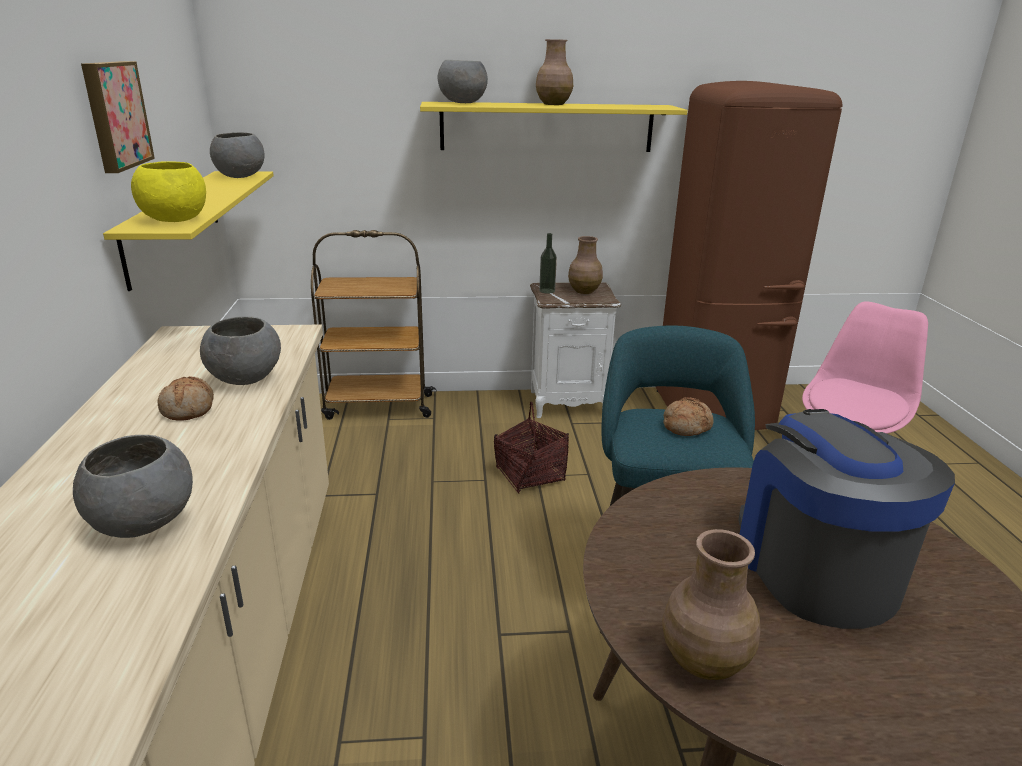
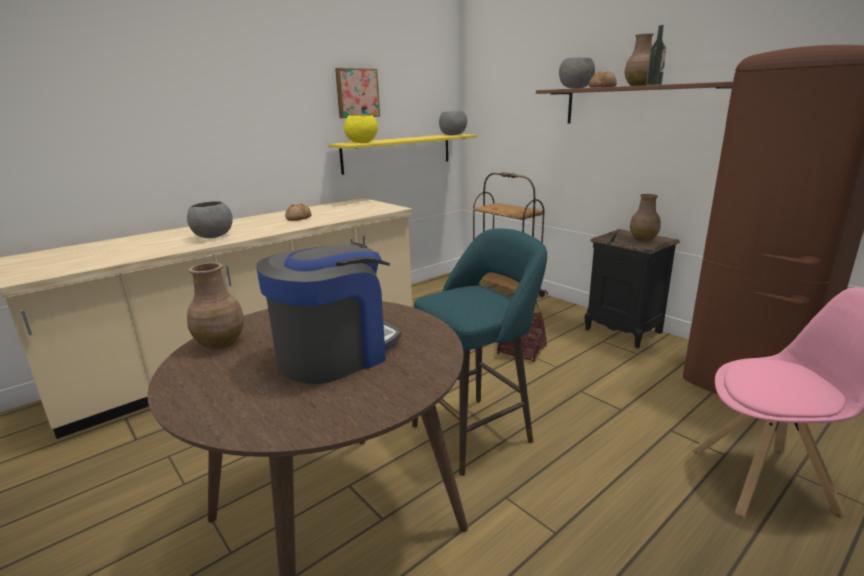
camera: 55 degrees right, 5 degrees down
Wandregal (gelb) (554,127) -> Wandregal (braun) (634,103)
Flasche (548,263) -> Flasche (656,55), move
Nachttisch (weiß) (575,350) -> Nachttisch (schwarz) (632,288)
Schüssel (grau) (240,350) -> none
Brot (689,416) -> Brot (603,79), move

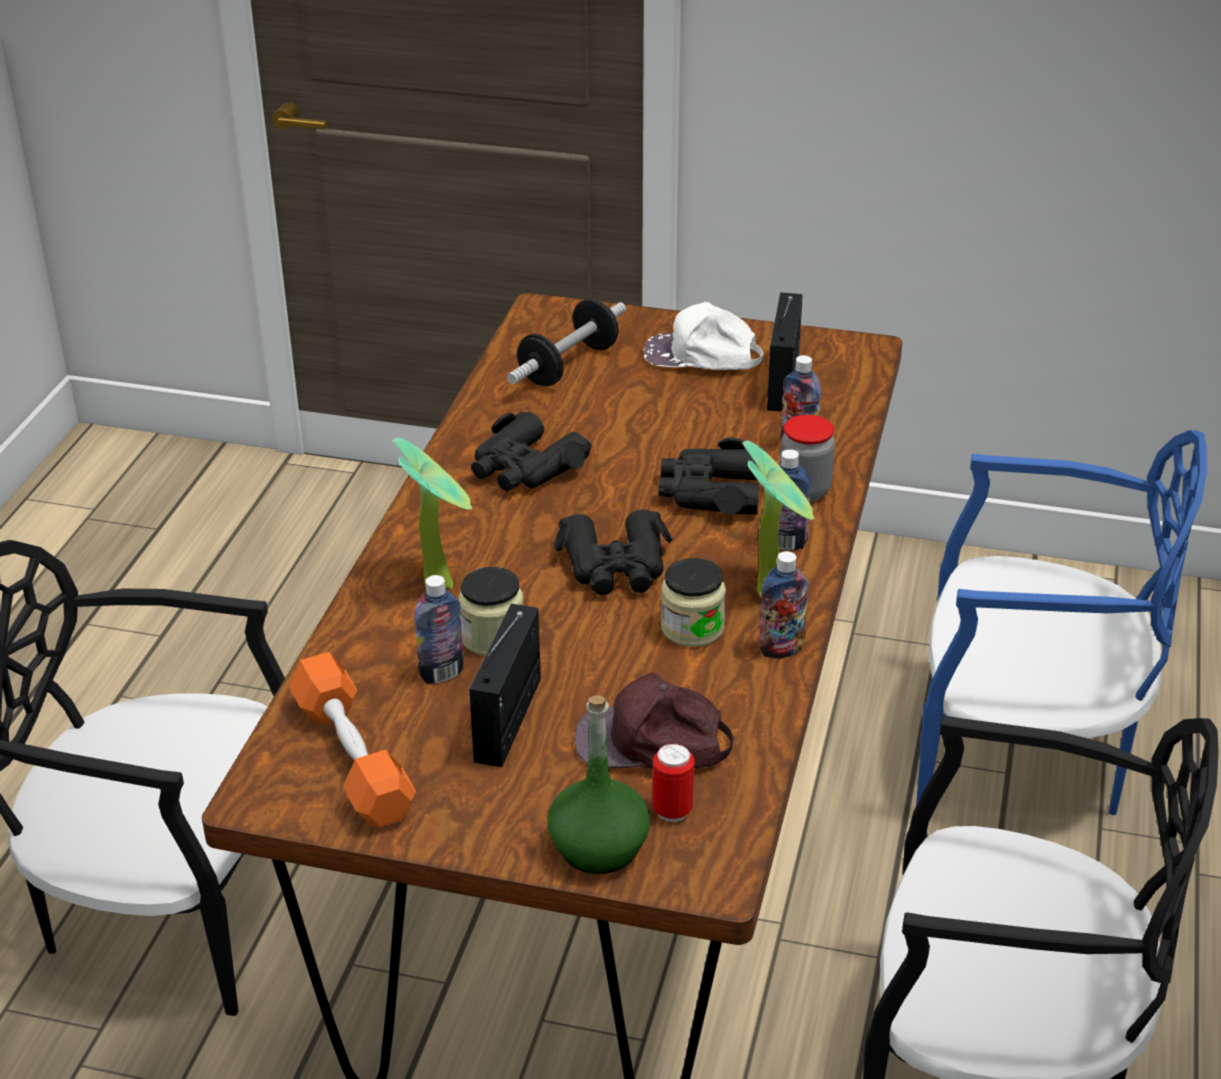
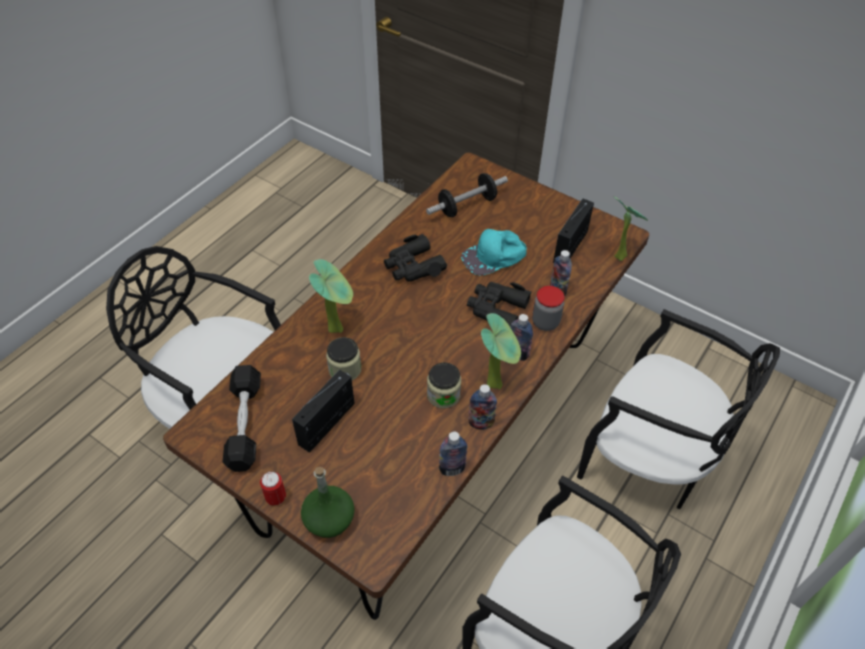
camera: 20 degrees right, 15 degrees up
Kappe (weiß) (704,336) -> none
Stuhl (blau) (1061,622) -> Stuhl (schwarz) (678,409)
Fernglas (schwarz) (613,552) -> none
Flasche (439,629) -> Flasche (453,453), move
Hantel (orange) (352,740) -> Hantel (schwarz) (242,418)
Kappe (braun) (654,721) -> none
Dose (673,782) -> Dose (273,488), move
none -> Topfpflanze (631,228)
none -> Kappe (türkis) (494,252)

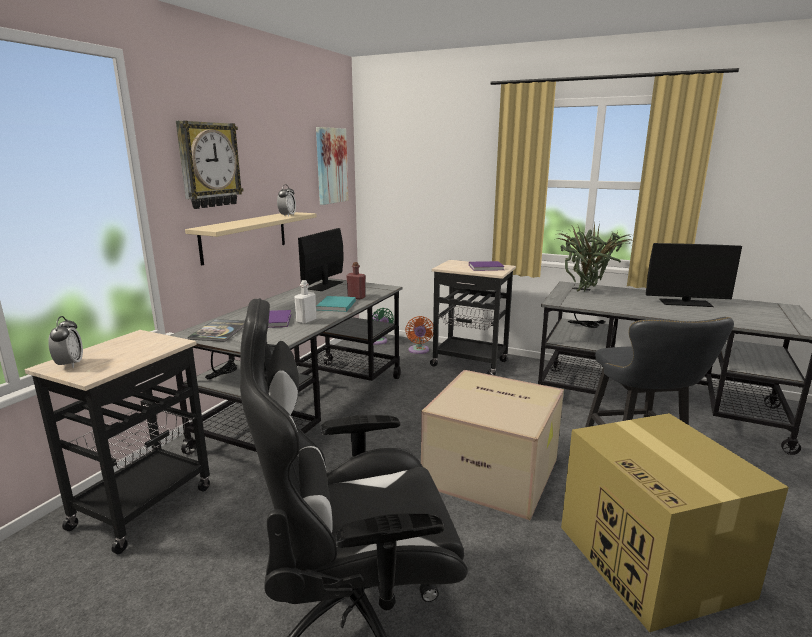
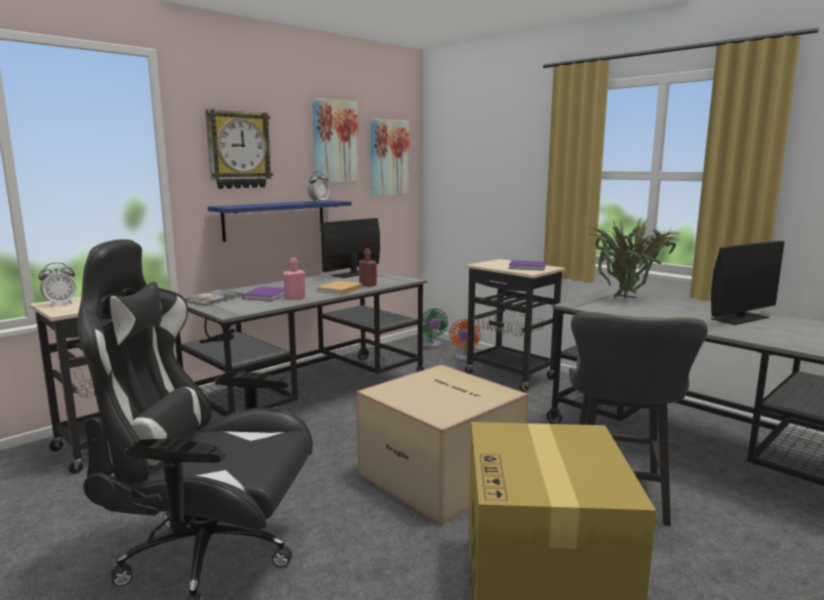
camera: 20 degrees right, 5 degrees down
Wandregal (beige) (251,239) -> Wandregal (blau) (280,221)
Monitor (694,275) -> Monitor (748,283), 60 degrees counterclockwise
Flasche (weiß) (305,302) -> Flasche (rosa) (294,279)
Buch (türkis) (336,304) -> Buch (beige) (339,288)
Wecker (65,342) -> Wecker (58,284), 45 degrees clockwise
none -> Bild (335,140)

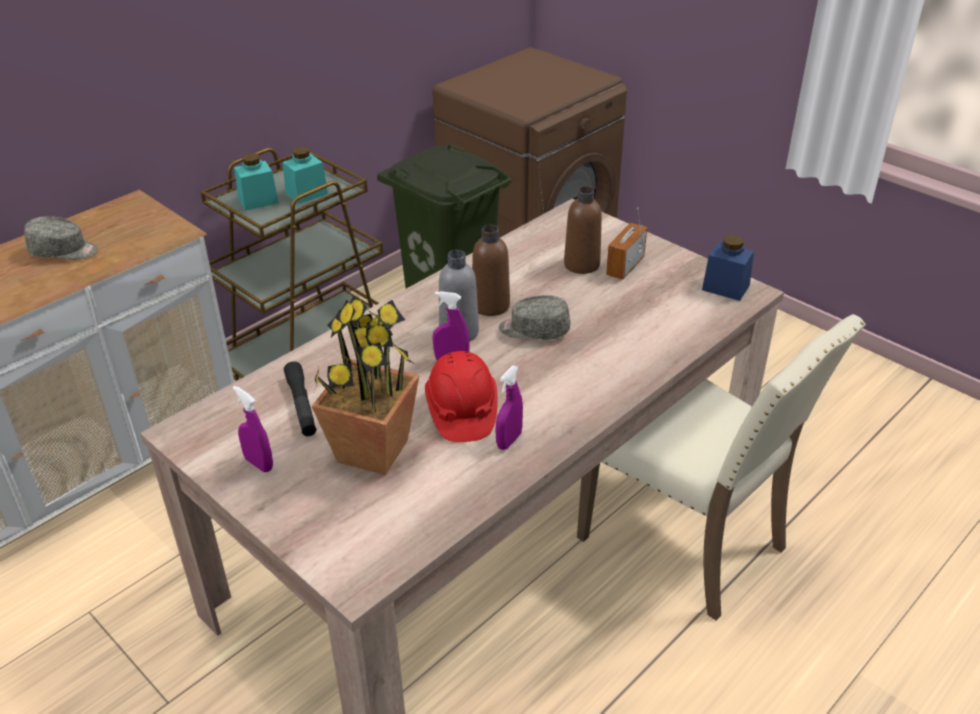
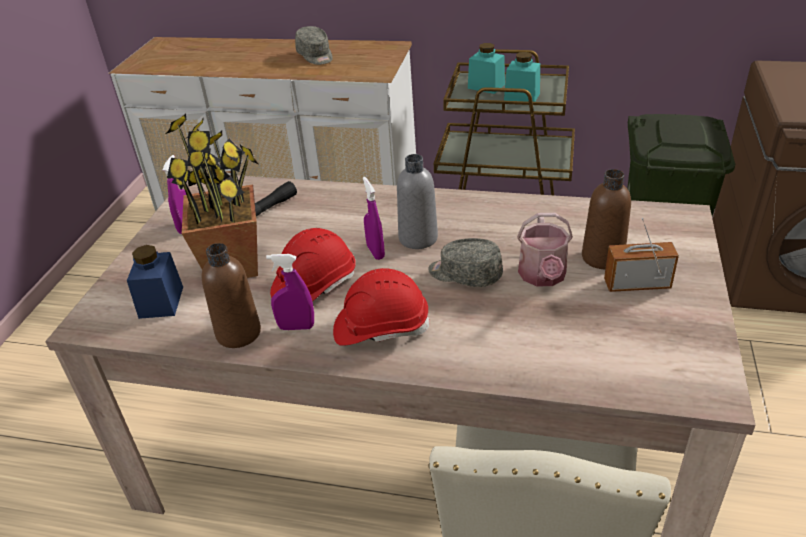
camera: 60 degrees right, 0 degrees up
Flasche (braun) (491,270) -> Flasche (braun) (231,295), move
Vorratsglas (blau) (728,268) -> Vorratsglas (blau) (155,282), move
Kappe (grau) (534,317) -> Kappe (grau) (465,262), 45 degrees counterclockwise
none -> Gießkanne (545,249)
none -> Schutzhelm (rot) (381,307)

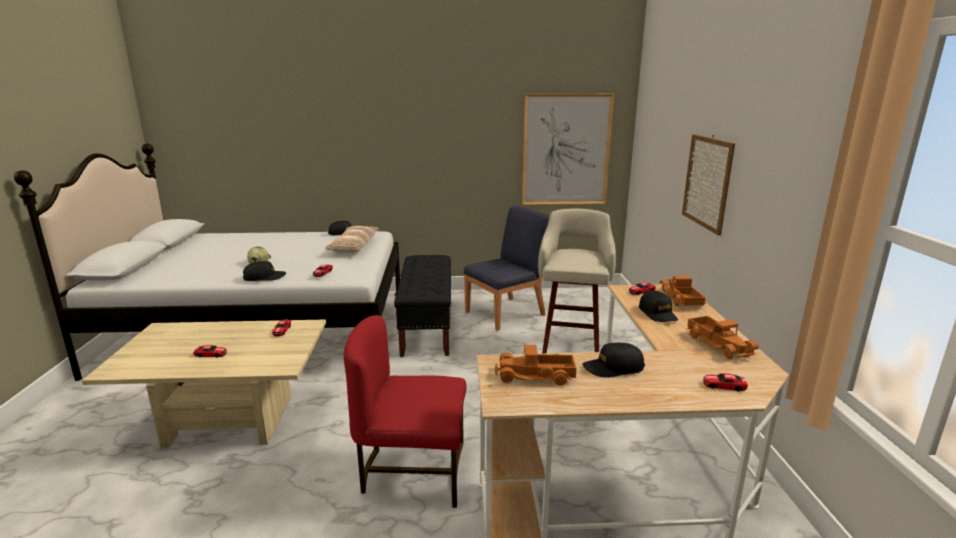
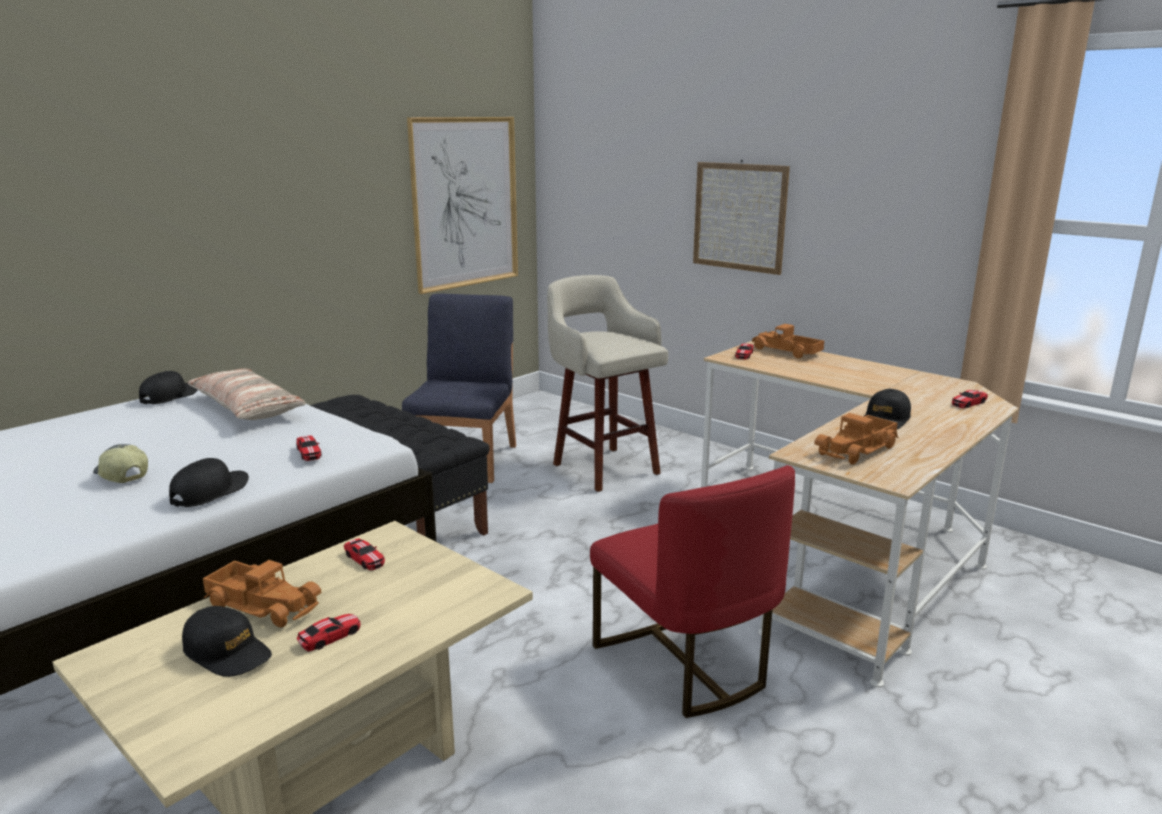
camera: 45 degrees left, 0 degrees up
Kappe (schwarz) (658,306) -> Kappe (schwarz) (227,641), move
Stuhl (rot) (405,411) -> Stuhl (rot) (692,591), 75 degrees counterclockwise
Spielzeuglaster (722,337) -> Spielzeuglaster (262,594), move

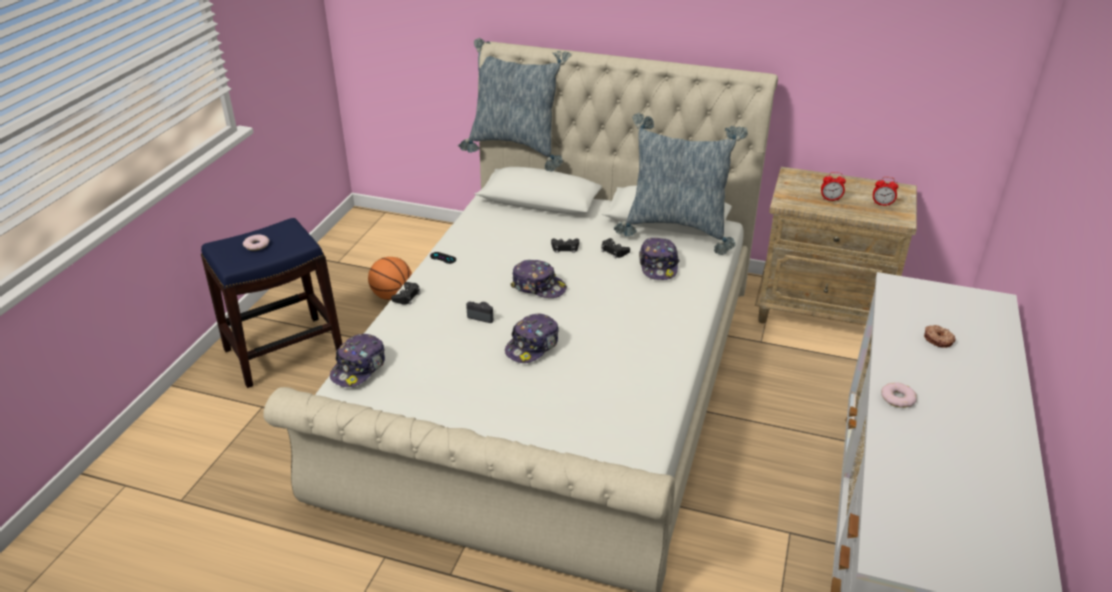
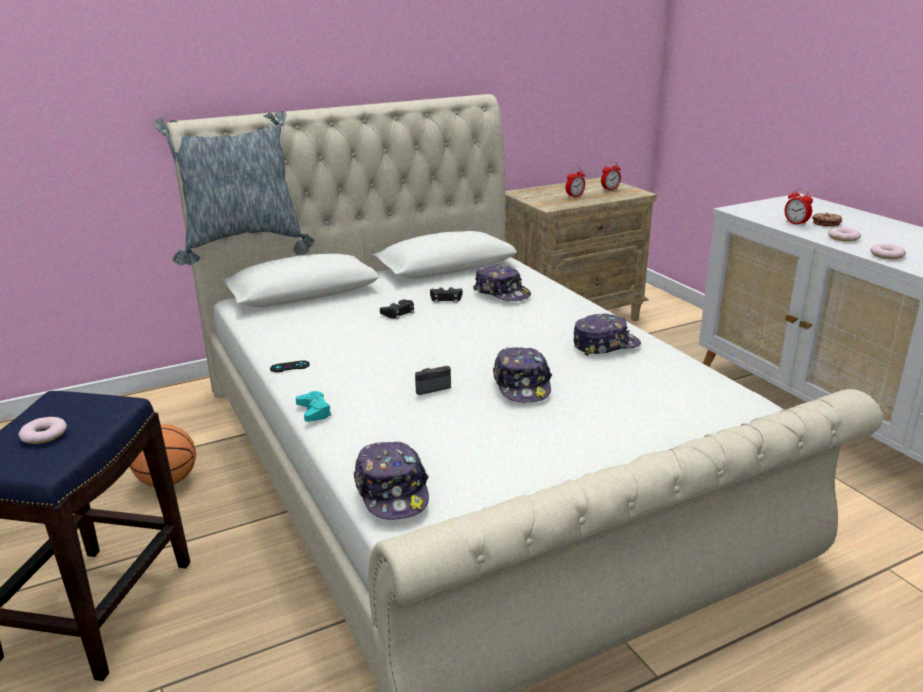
camera: 45 degrees left, 10 degrees down
Kissen (680,184) -> none
Kappe (539,279) -> Kappe (607,335), move
Gamepad (schwarz) (405,293) -> Gamepad (türkis) (314,406)
none -> Wecker (799,207)
none -> Donut (844,234)

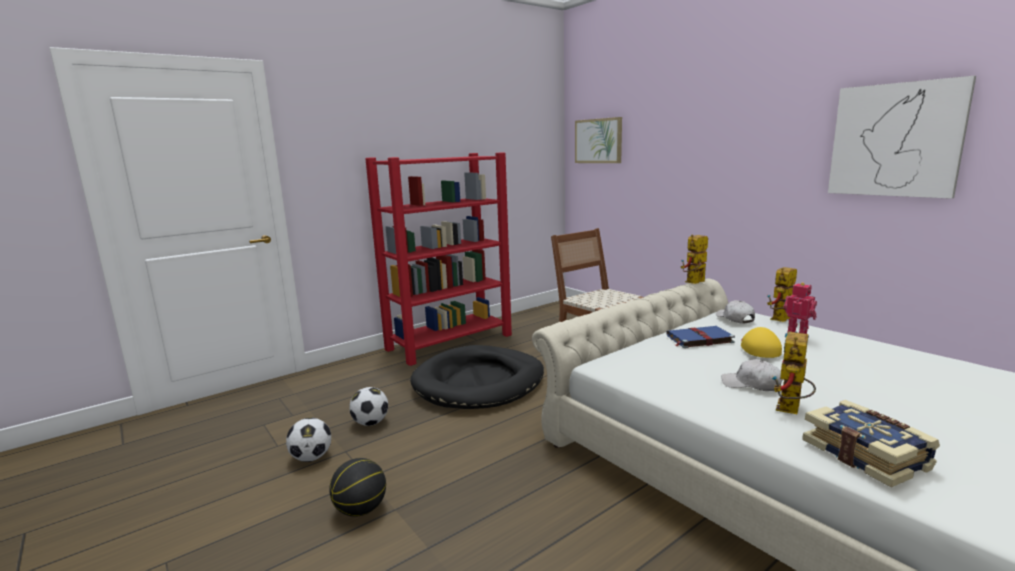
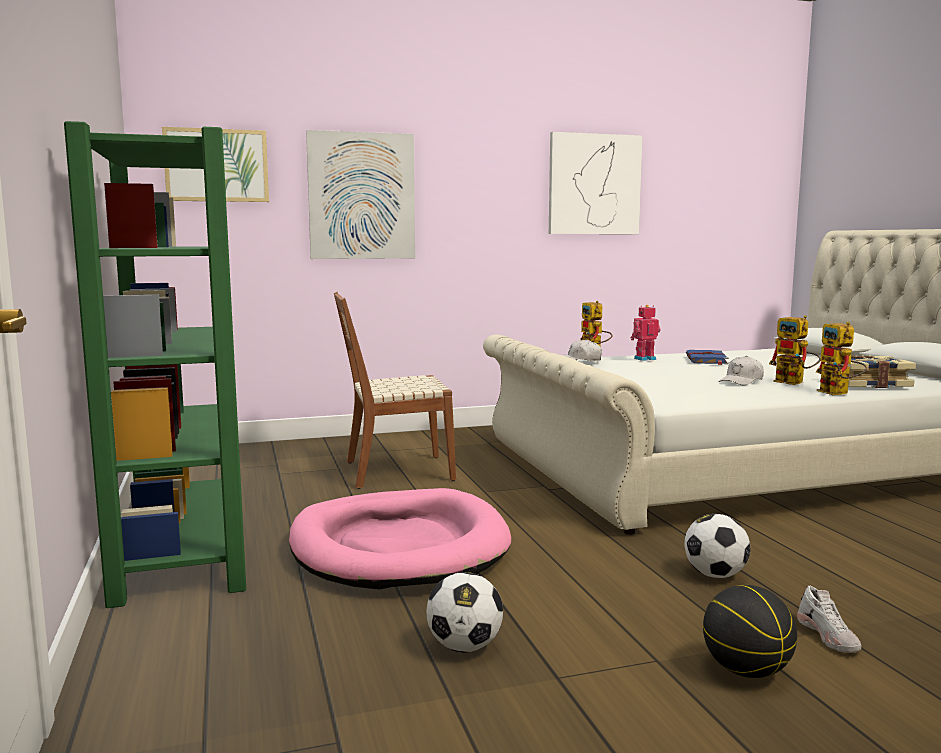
camera: 70 degrees left, 5 degrees down
Bücherregal (rot) (438,259) -> Bücherregal (grün) (155,364)
Spielzeugroboter (694,259) -> Spielzeugroboter (841,358), move
Buch (blau) (700,337) -> Buch (blau) (707,357), move
Kappe (gelb) (761,342) -> none
Hundebett (schwarz) (477,377) -> Hundebett (rosa) (400,539)
Fußball (308,440) -> Fußball (717,546), move
none -> Bild (360,194)
none -> Schuh (weiß) (829,619)

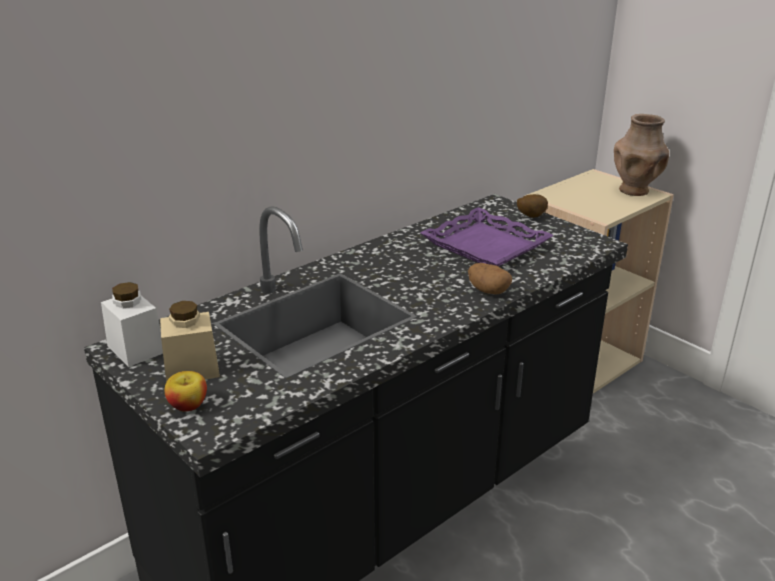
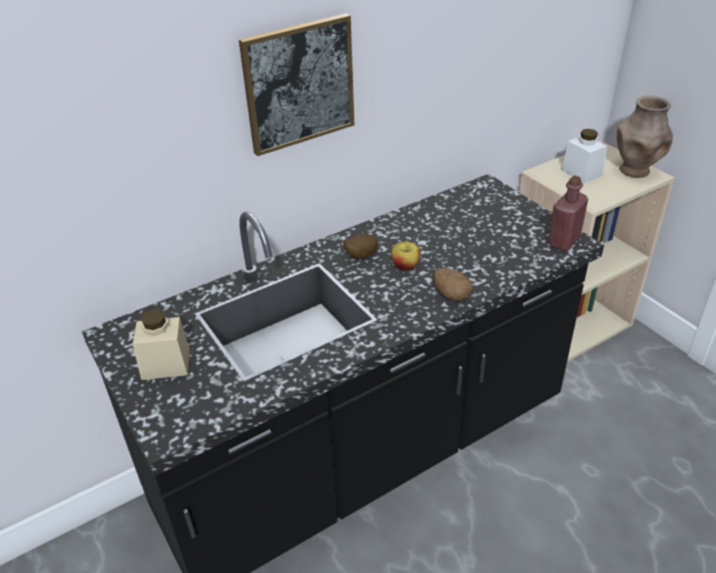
camera: 10 degrees right, 10 degrees up
Kartoffel (532,206) -> Kartoffel (360,246), move
Tablett (lila) (487,237) -> none
Vorratsglas (weiß) (132,324) -> Vorratsglas (weiß) (584,156), move
Apfel (185,391) -> Apfel (406,256), move
none -> Bild (296,84)
none -> Flasche (rot) (568,213)

